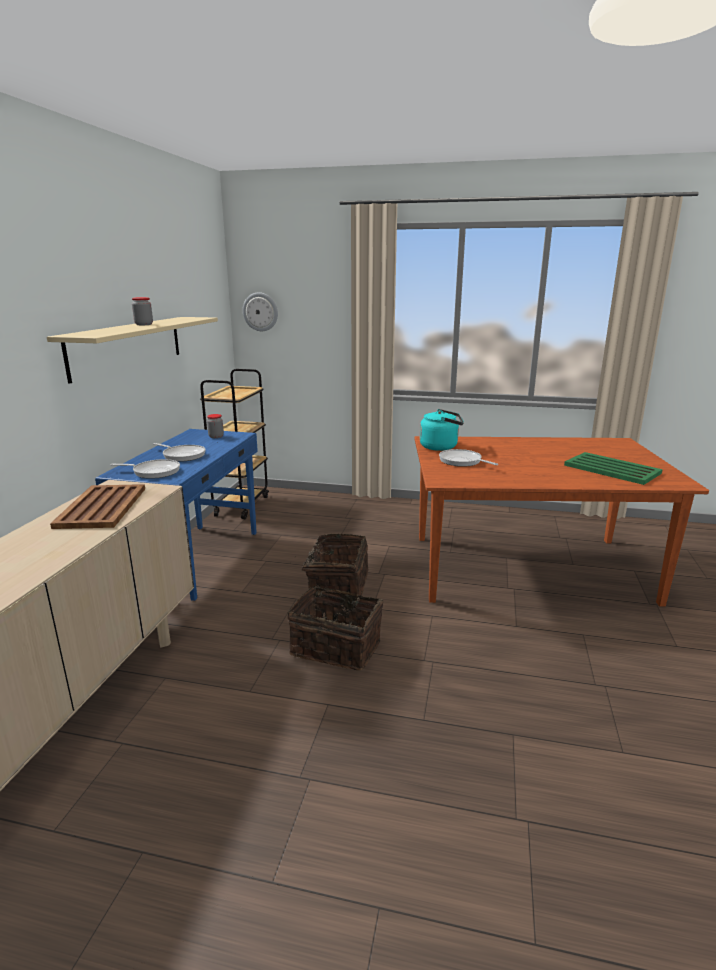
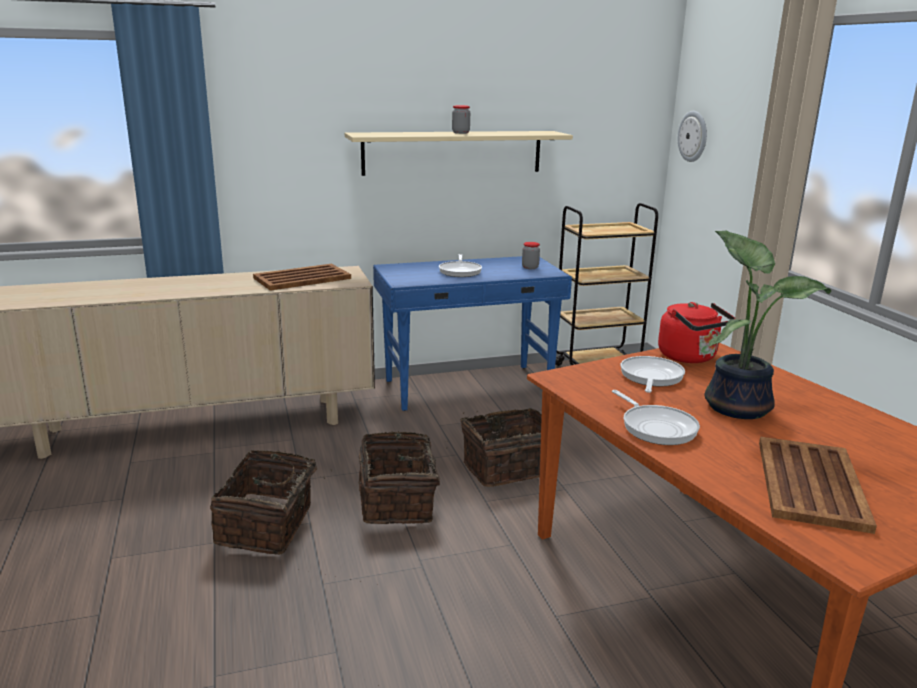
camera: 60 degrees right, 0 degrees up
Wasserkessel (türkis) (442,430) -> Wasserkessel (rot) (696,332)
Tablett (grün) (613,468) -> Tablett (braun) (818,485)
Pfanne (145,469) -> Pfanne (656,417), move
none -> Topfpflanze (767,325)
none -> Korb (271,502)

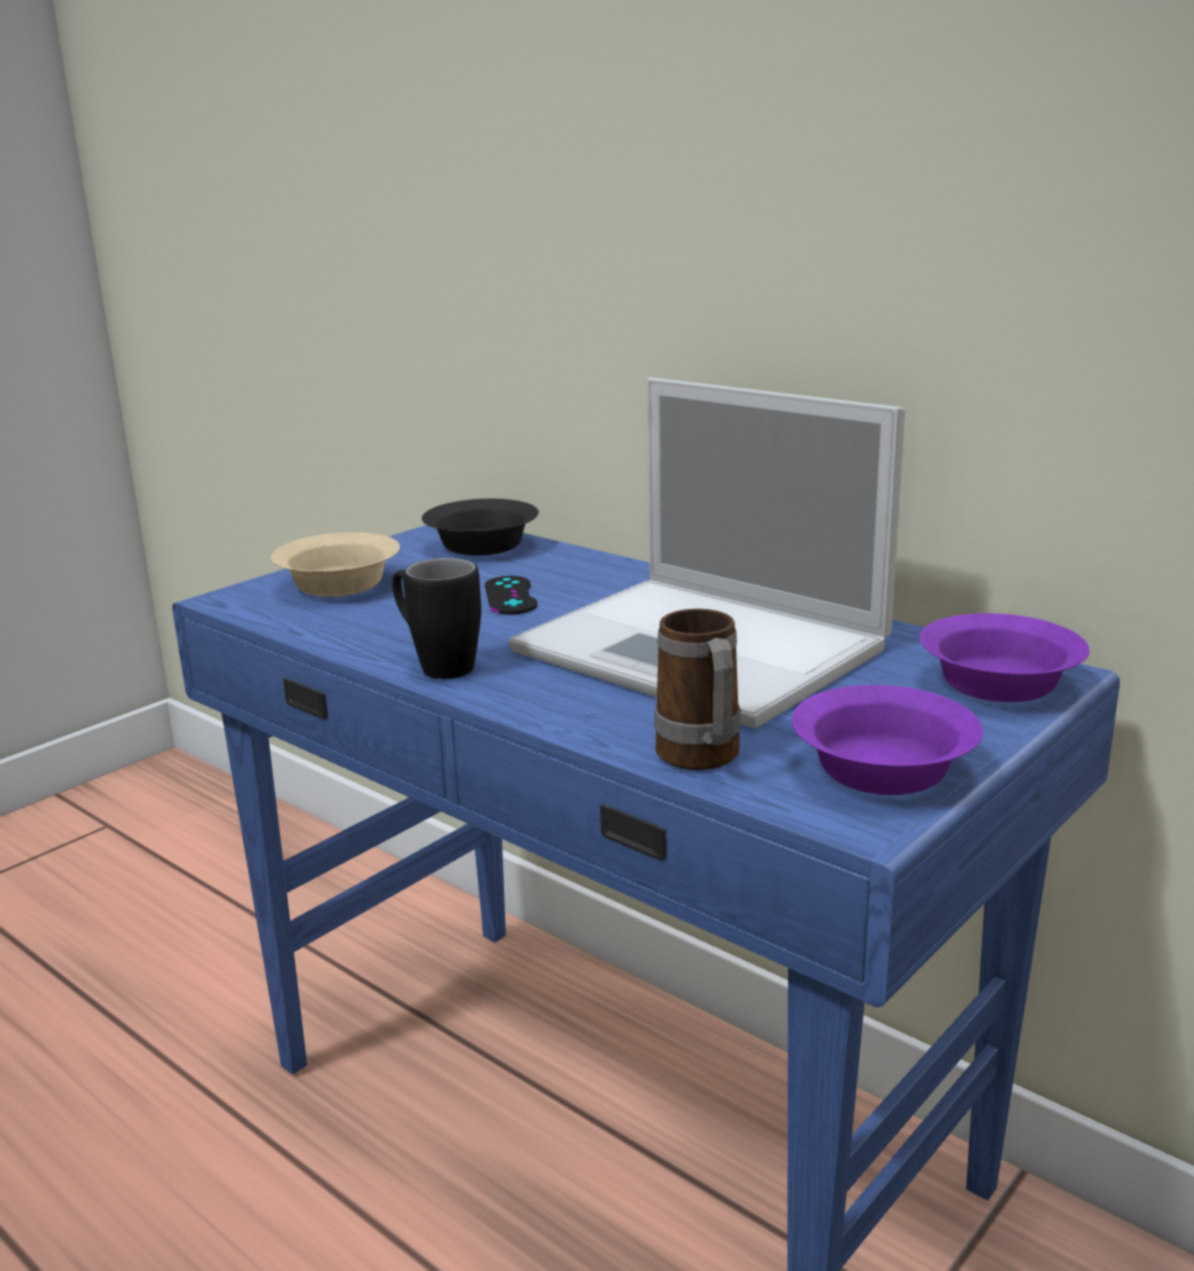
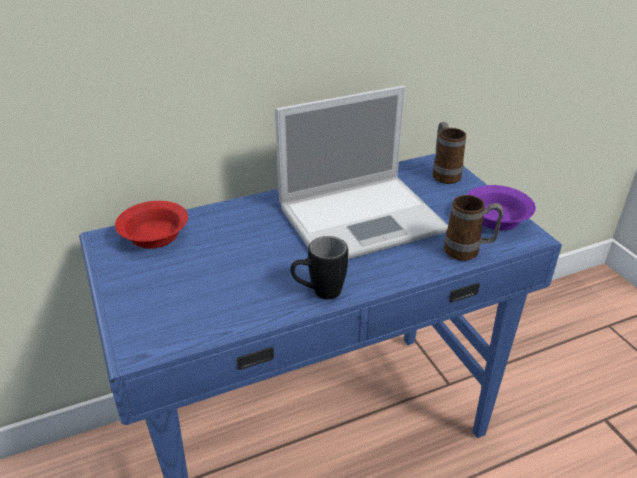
camera: 65 degrees left, 15 degrees up
Schüssel (schwarz) (480,527) -> Schüssel (rot) (151,225)
Schüssel (beige) (335,564) -> none
Gamepad (schwarz) (511,595) -> none
Schüssel (lila) (1005,657) -> Henkelbecher (449,153)

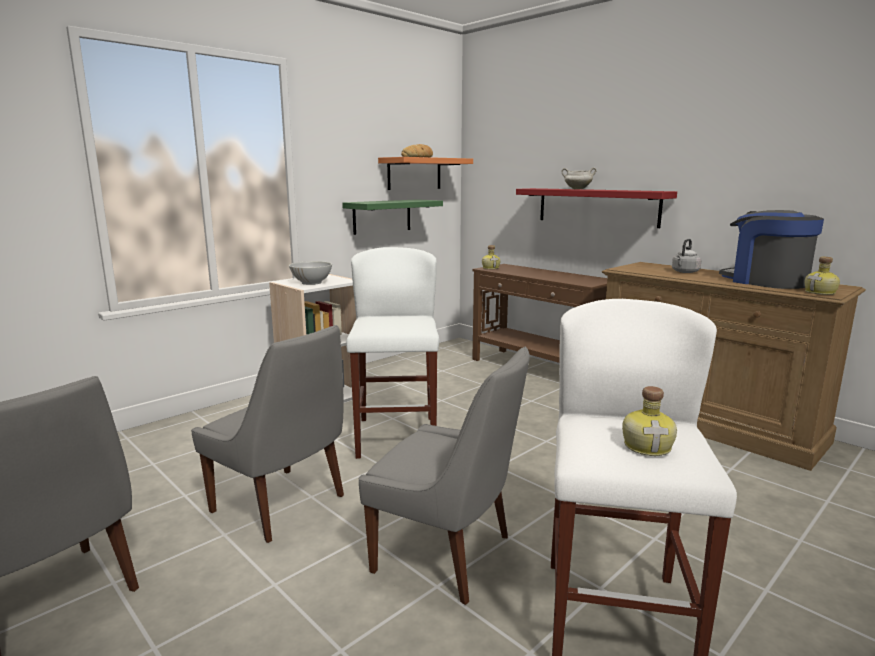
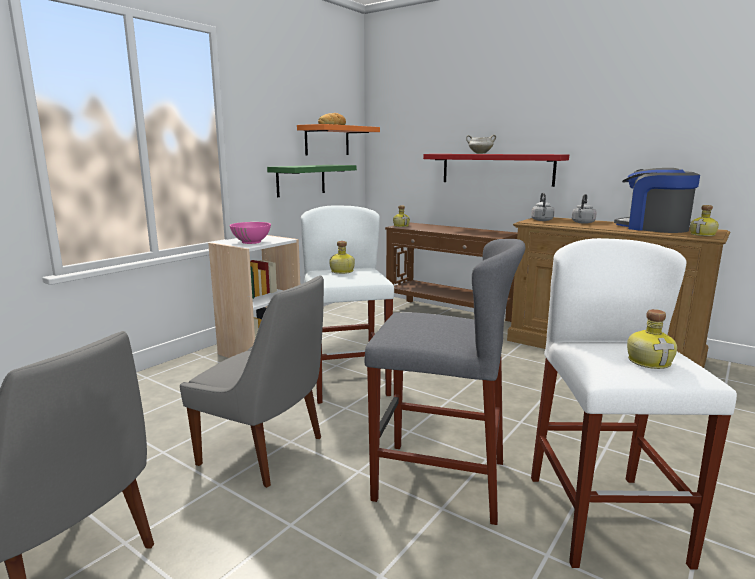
camera: 10 degrees left, 0 degrees up
Schüssel (weiß) (310,273) -> Schüssel (rosa) (250,233)
Stuhl (grau) (444,476) -> Hocker (grau) (445,382)
none -> Wasserkessel (grau) (543,207)
none -> Flasche (342,257)

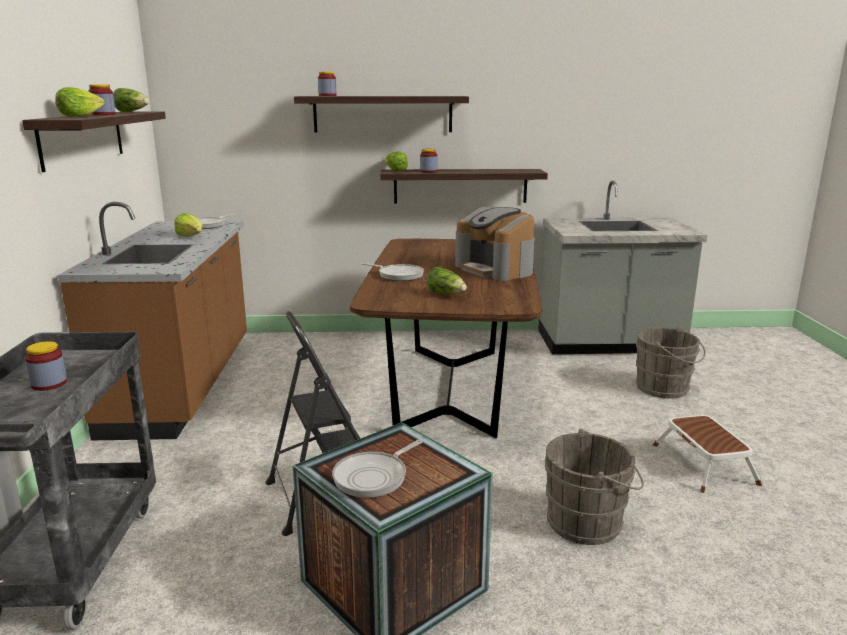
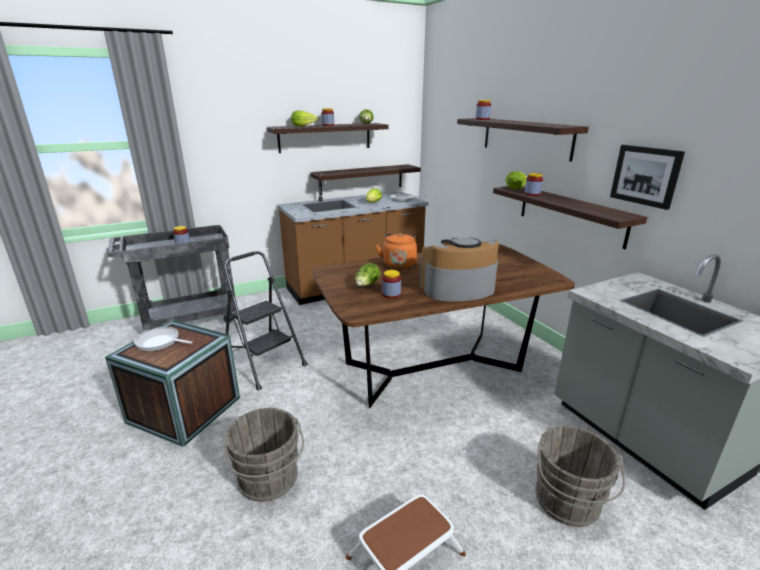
camera: 65 degrees right, 5 degrees up
Kaffeemaschine (495,244) -> Kaffeemaschine (459,269), 45 degrees clockwise
Pfanne (392,272) -> Wasserkessel (orange) (396,251)
none -> Bild (647,177)
none -> Wandregal (365,179)
none -> Vorratsglas (391,284)

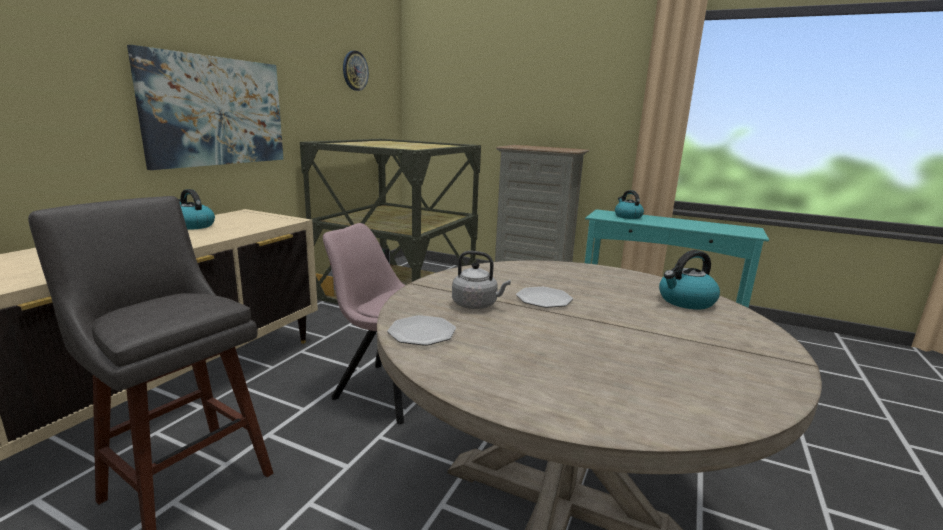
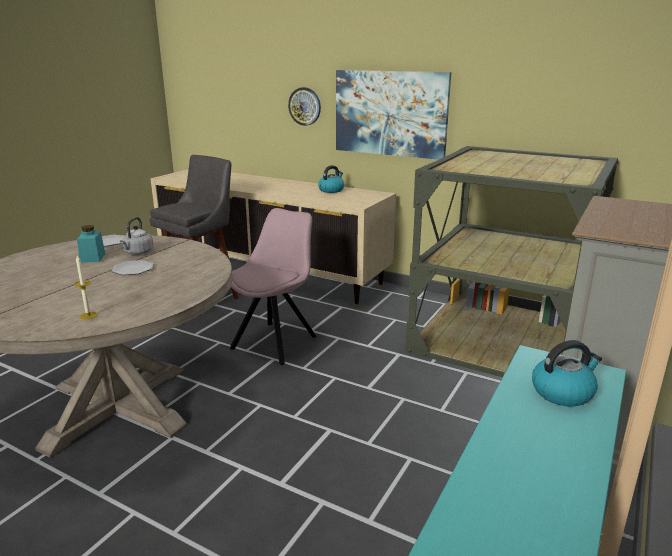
camera: 95 degrees right, 5 degrees up
Wanduhr (356,71) -> Wanduhr (304,106), move
Wasserkessel (689,280) -> Kerze (86,287)
none -> Vorratsglas (türkis) (91,244)

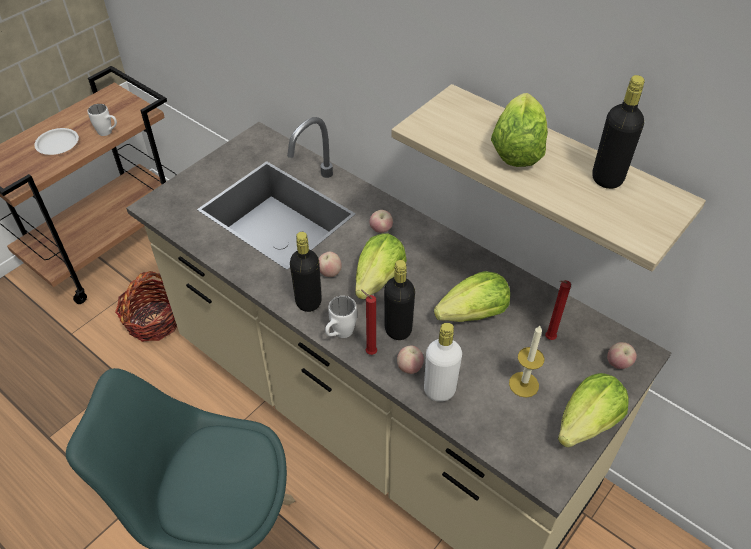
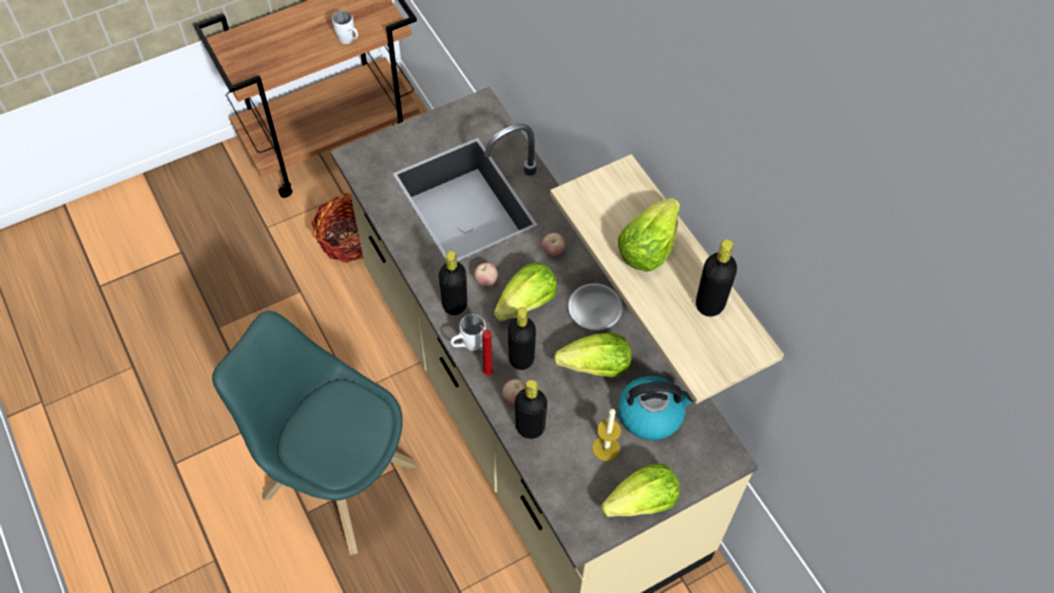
camera: 20 degrees right, 10 degrees up
Teller (weiß) (56,141) -> Teller (weiß) (595,306), move
Kerze (rot) (558,310) -> Wasserkessel (656,408)
Flasche (weiß) (443,362) -> Flasche (schwarz) (531,409)
Apfel (622,355) -> none

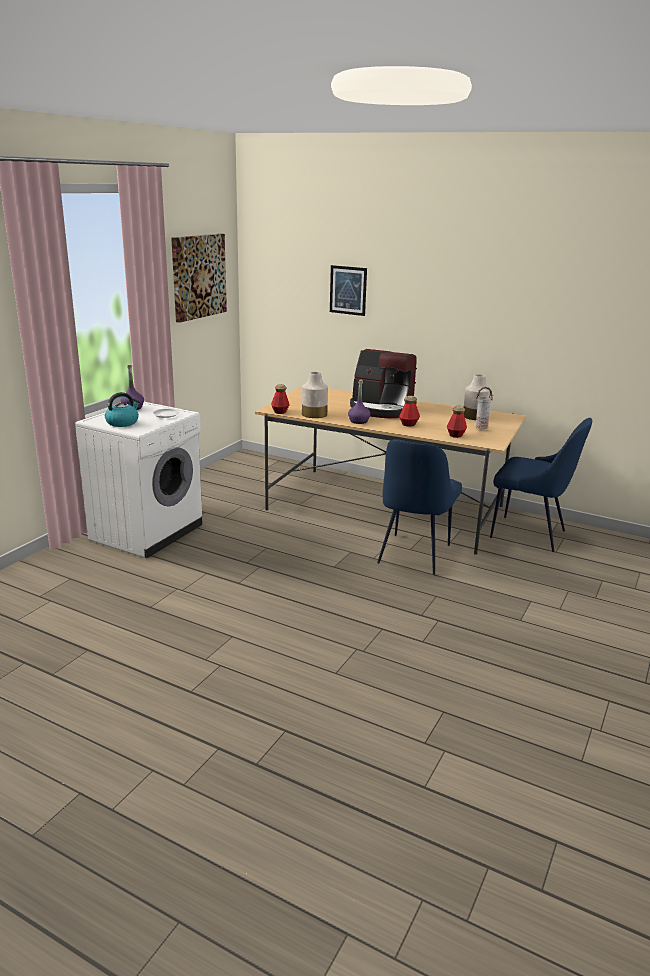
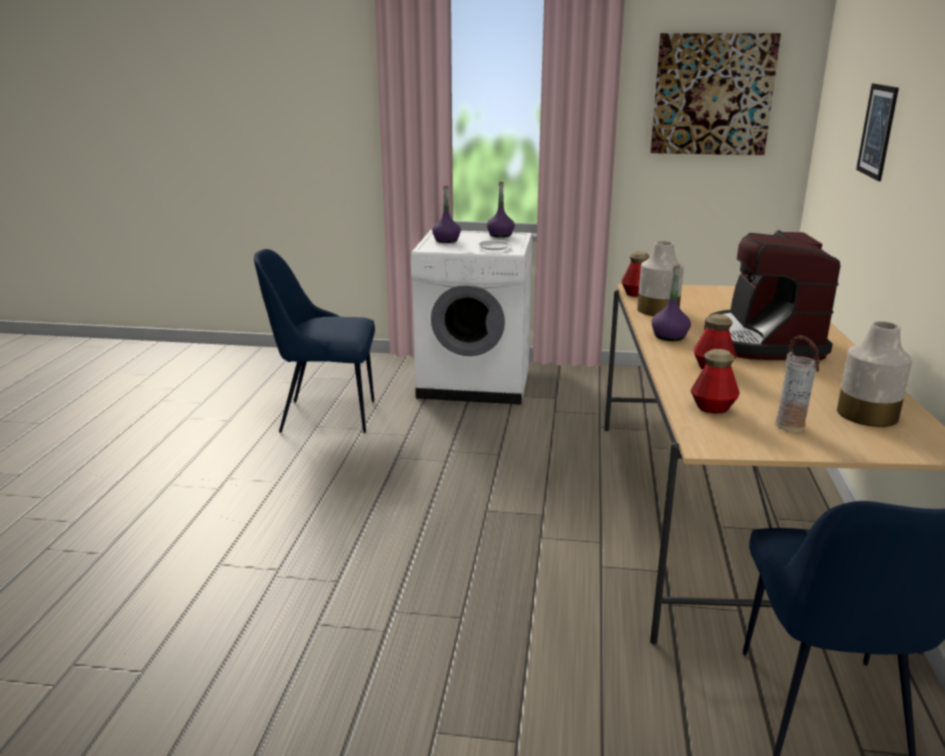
camera: 70 degrees right, 0 degrees up
Wasserkessel (122,409) -> Flasche (lila) (446,214)
Stuhl (blau) (419,507) -> Stuhl (blau) (314,341), move

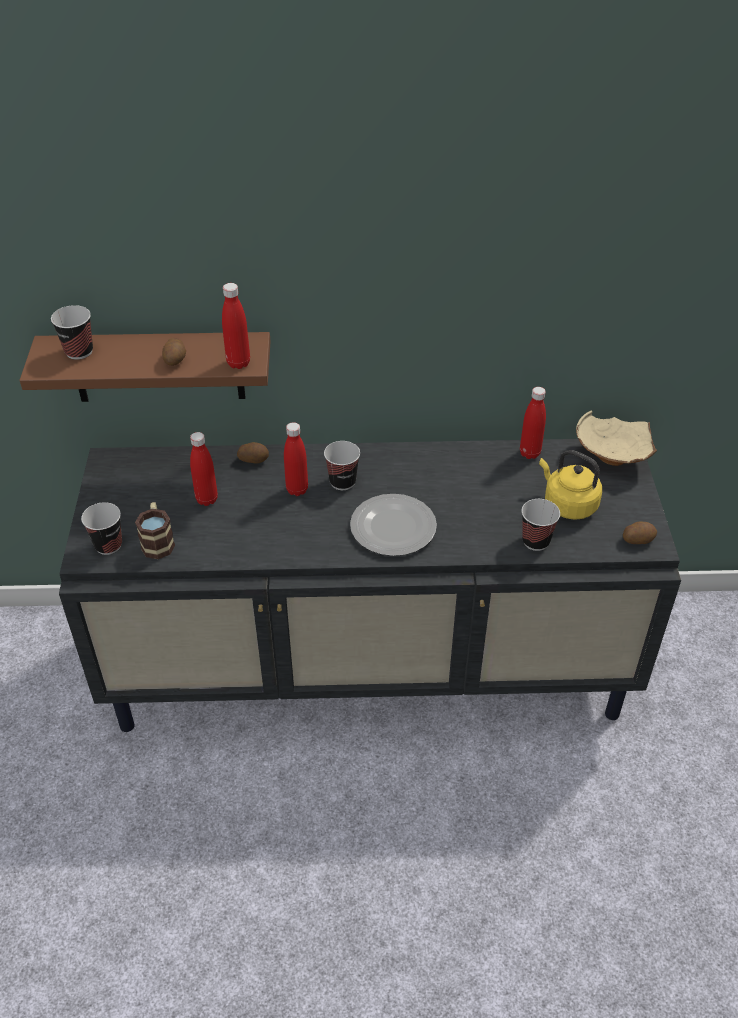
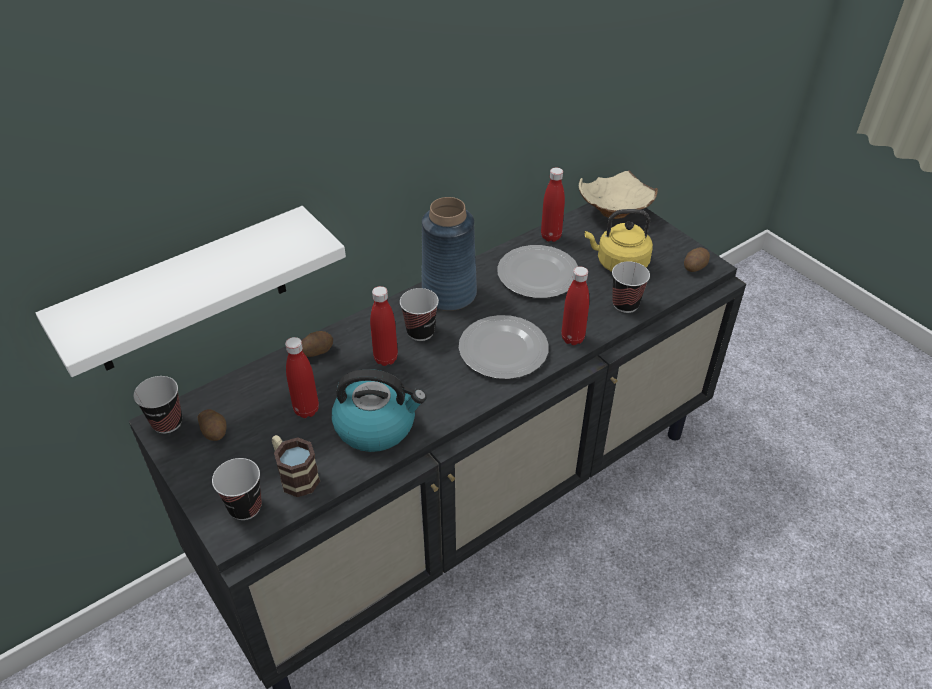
camera: 35 degrees left, 0 degrees up
Flasche (rot) (236,326) -> Flasche (rot) (575,306), move
Tasse (72,332) -> Tasse (158,405), move
Wandregal (braun) (145,367) -> Wandregal (weiß) (191,291)
Kartoffel (174,352) -> Kartoffel (211,425), move
none -> Vase (blau) (449,254)
none -> Teller (538,271)
none -> Wasserkessel (379,410)

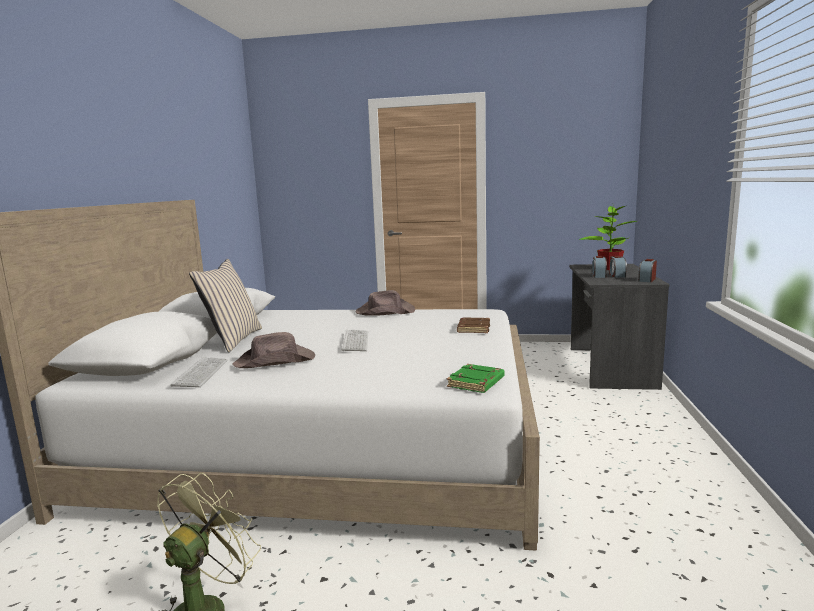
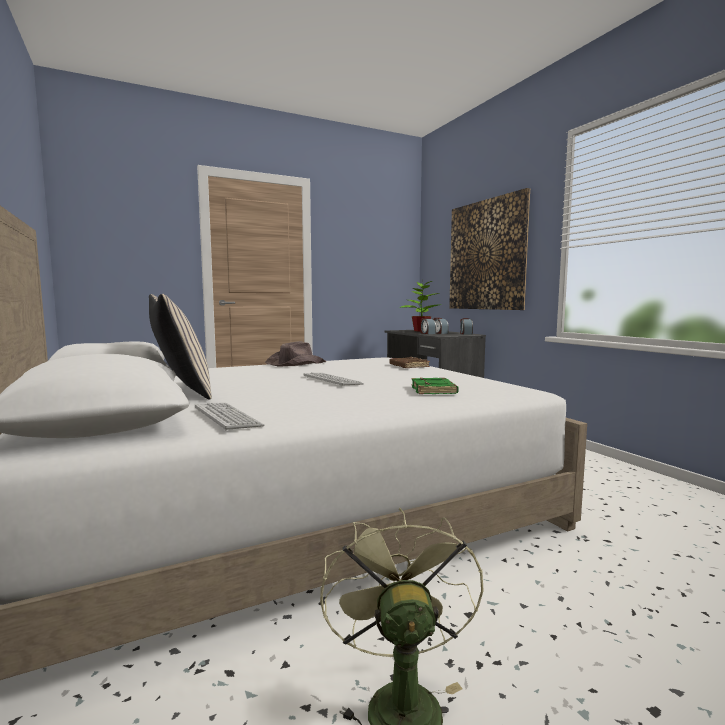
camera: 35 degrees left, 5 degrees down
Hut (braun) (274,350) -> none
Buch (grün) (475,378) -> Buch (grün) (435,386), move
none -> Bild (489,249)

